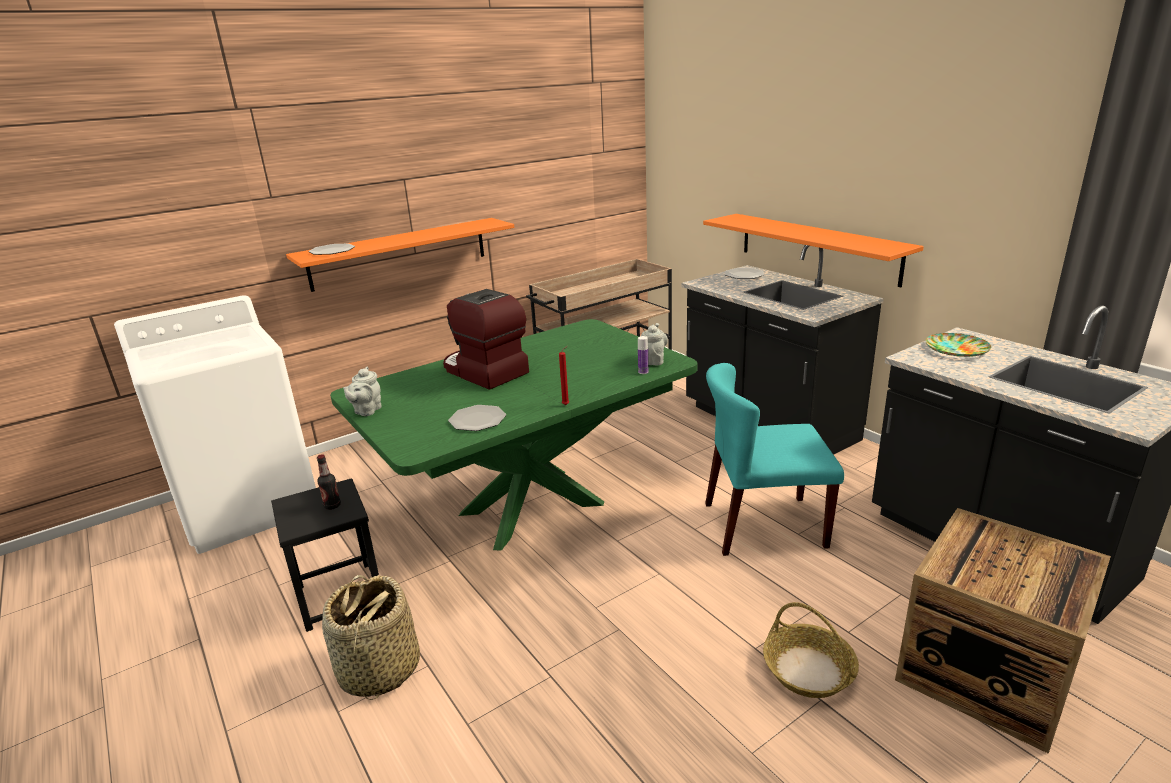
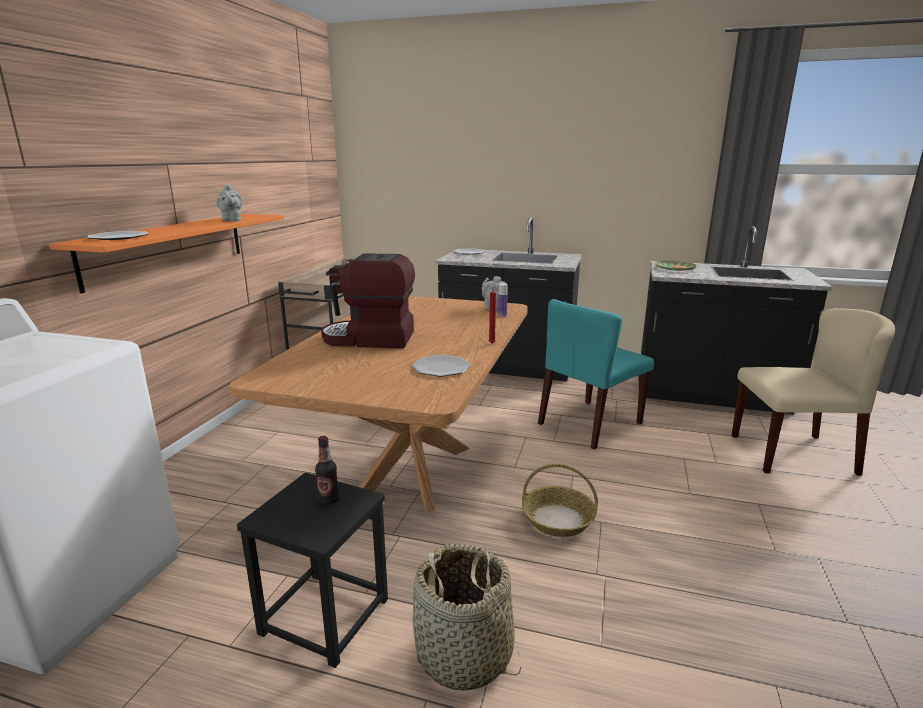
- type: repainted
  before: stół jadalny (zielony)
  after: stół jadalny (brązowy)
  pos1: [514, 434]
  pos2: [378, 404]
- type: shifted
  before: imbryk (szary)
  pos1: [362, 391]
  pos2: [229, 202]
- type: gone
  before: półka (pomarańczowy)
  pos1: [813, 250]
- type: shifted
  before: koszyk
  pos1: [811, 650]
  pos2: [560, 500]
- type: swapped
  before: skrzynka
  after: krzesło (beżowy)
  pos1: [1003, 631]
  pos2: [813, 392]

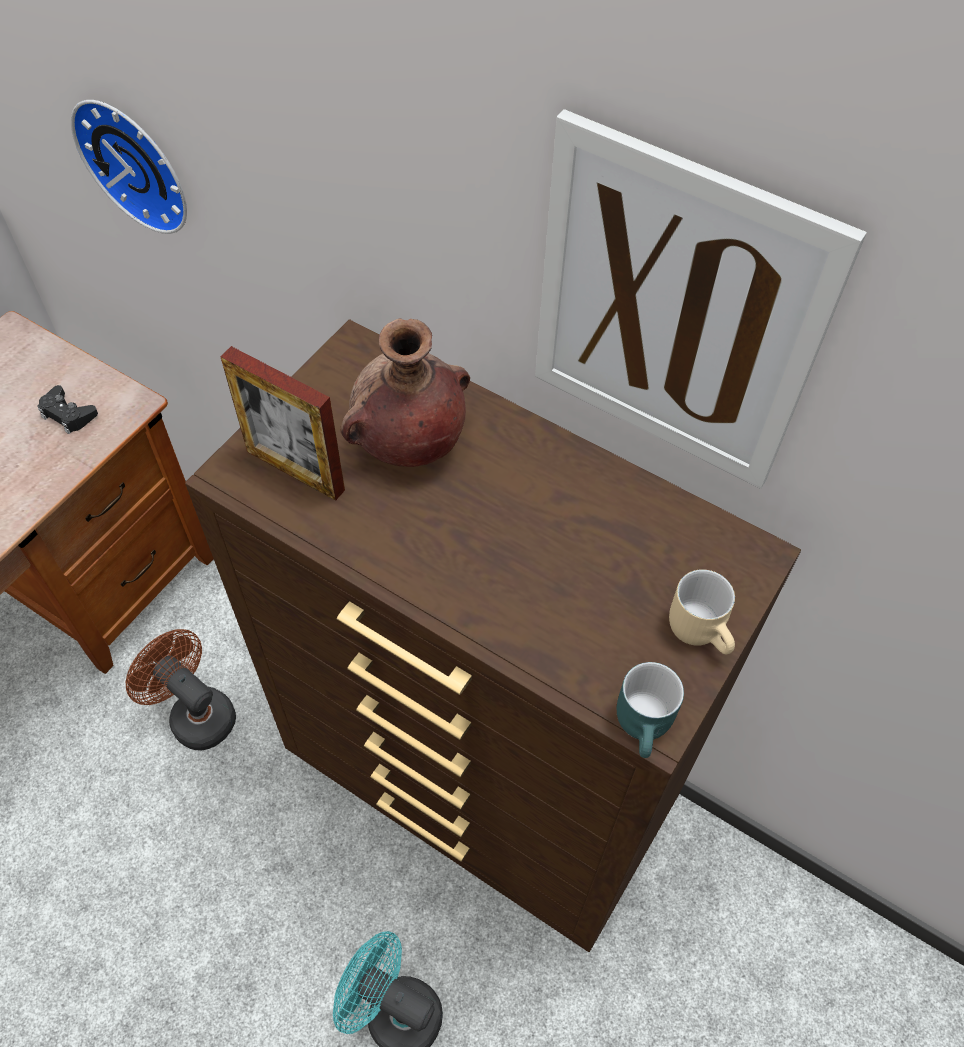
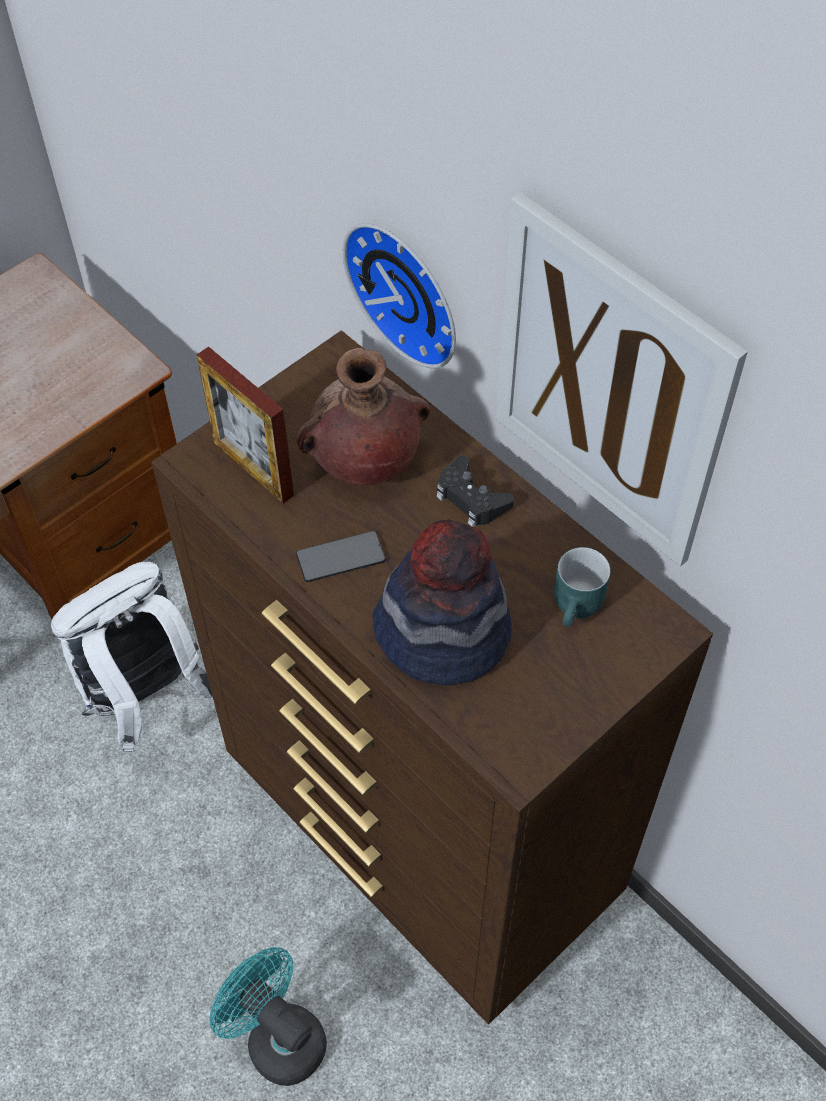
- type: shifted
  before: pad do gier (czarny)
  pos1: [67, 409]
  pos2: [475, 491]
- type: shifted
  before: zegar ścienny
  pos1: [129, 167]
  pos2: [399, 295]
- type: swapped
  before: wentylator (brązowy)
  after: plecak (biały)
  pos1: [181, 690]
  pos2: [132, 658]
- type: shifted
  before: kubek (turkusowy)
  pos1: [650, 710]
  pos2: [582, 587]
- type: gone
  before: kubek (beżowy)
  pos1: [702, 611]
- type: new
  after: telefon
  pos2: [341, 556]
- type: new
  after: kapelusz
  pos2: [442, 602]

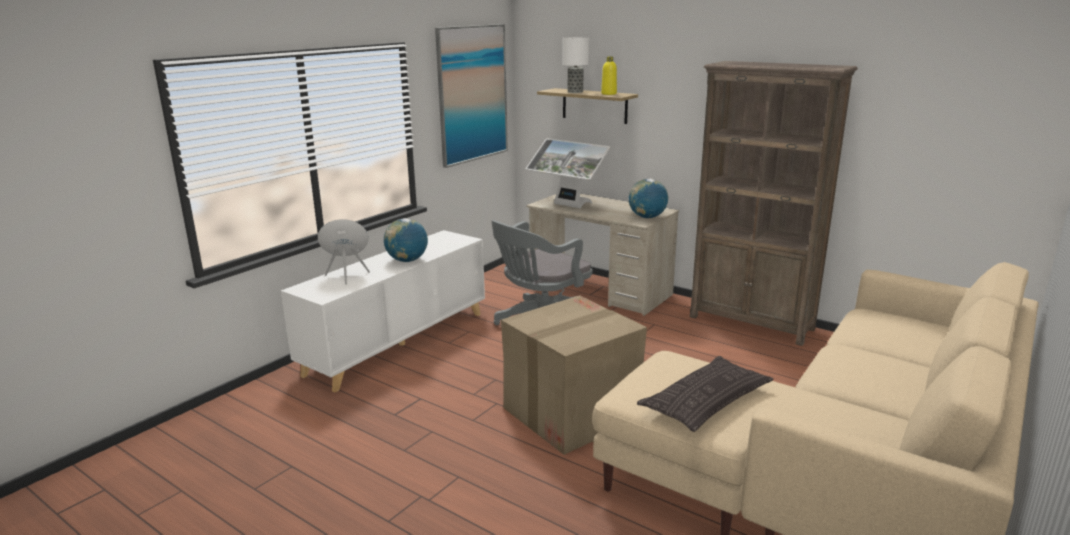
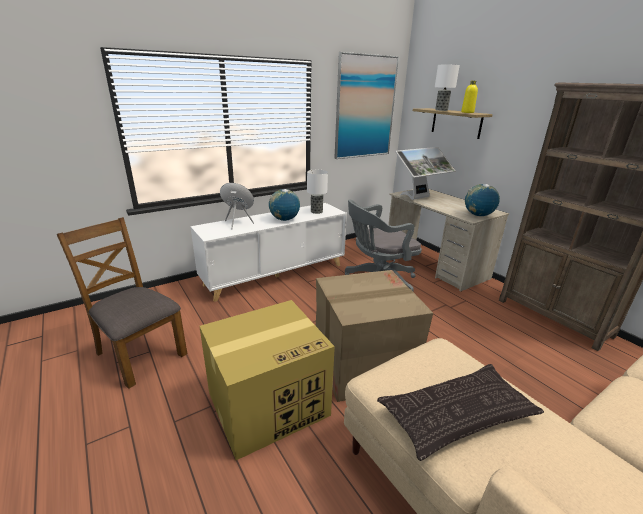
- type: rotated
  before: monitor
  pos1: [568, 173]
  pos2: [426, 173]
  turn: -90
- type: new
  after: krzesło (brązowy)
  pos2: [122, 303]
- type: new
  after: karton
  pos2: [267, 380]
- type: new
  after: lampa stołowa
  pos2: [317, 192]

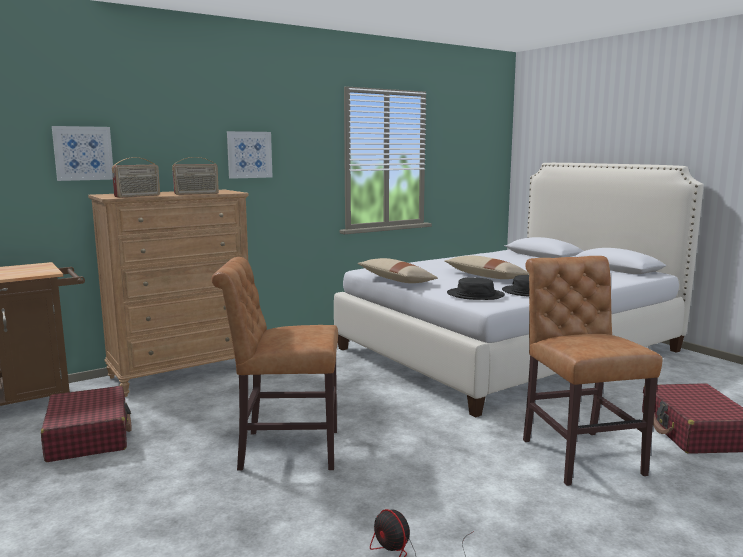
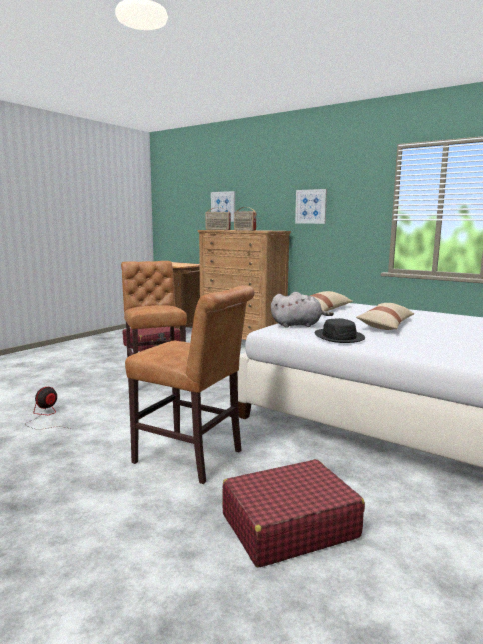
- type: swapped
  before: kapelusz (czarny)
  after: pluszak (szary)
  pos1: [476, 288]
  pos2: [302, 310]
- type: rotated
  before: krzesło (brązowy)
  pos1: [593, 371]
  pos2: [189, 384]
  turn: 60

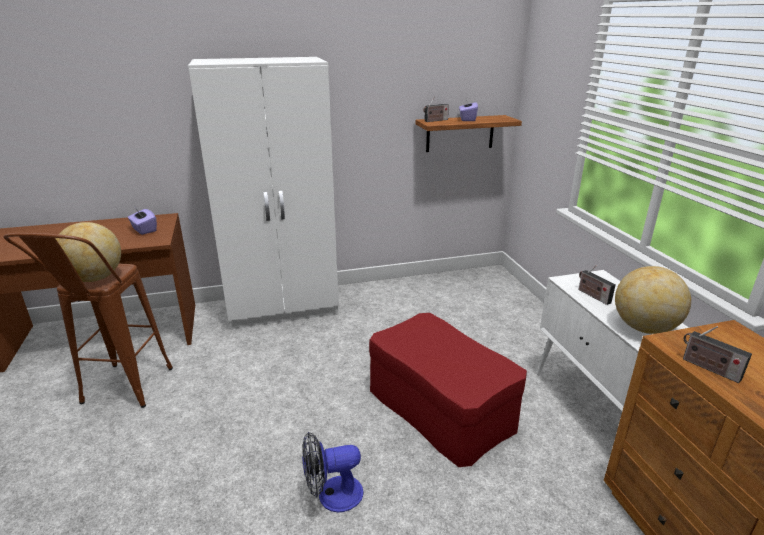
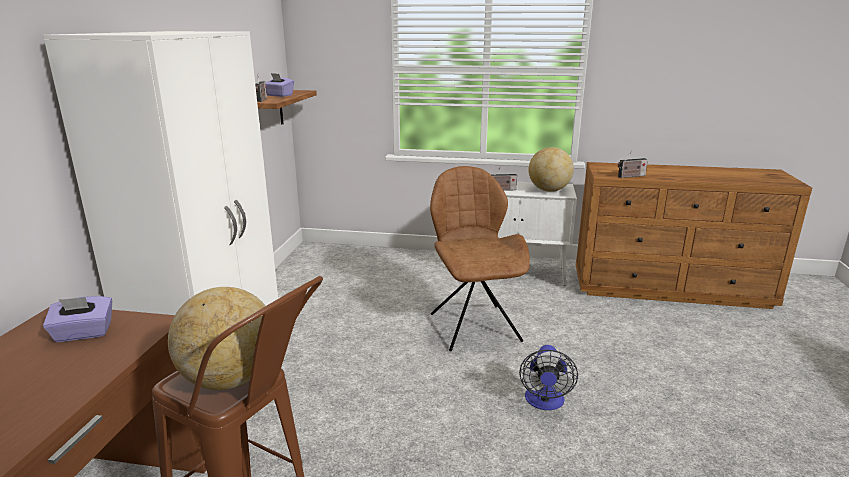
- type: swapped
  before: pufa (czerwony)
  after: krzesło (brązowy)
  pos1: [448, 390]
  pos2: [480, 258]

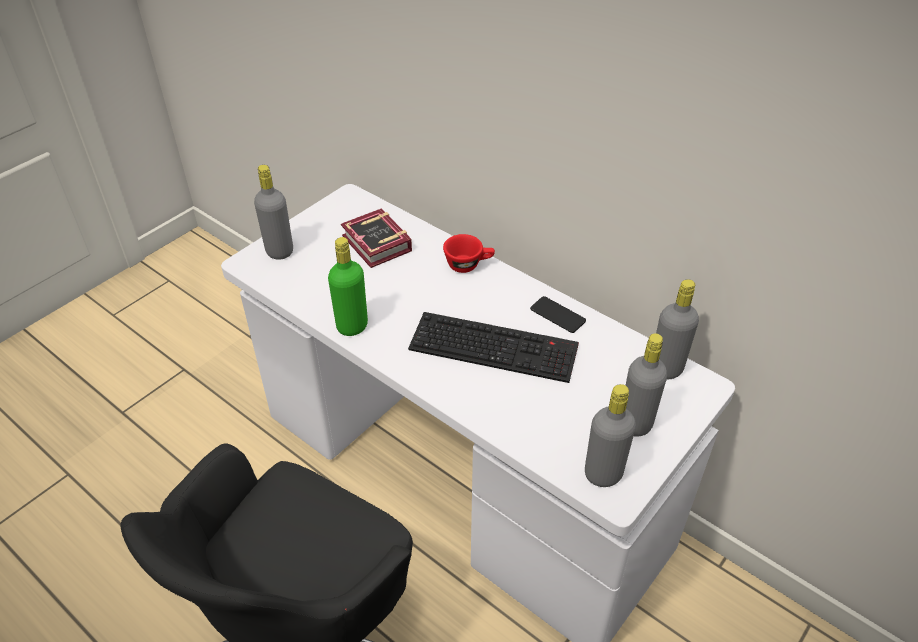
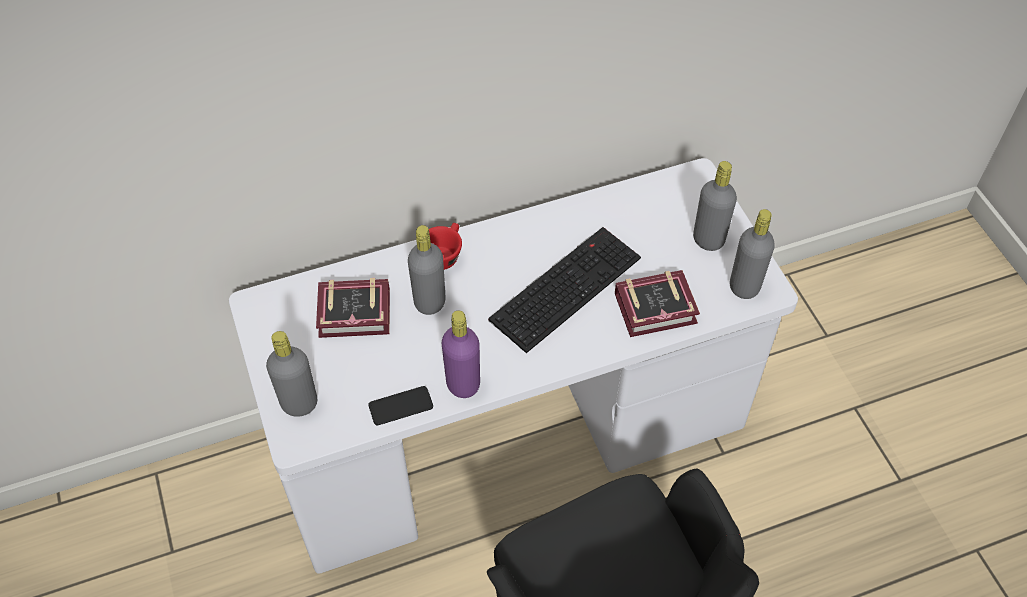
- type: repainted
  before: butelka (zielony)
  after: butelka (fioletowy)
  pos1: [348, 286]
  pos2: [461, 354]
- type: shifted
  before: telefon
  pos1: [558, 314]
  pos2: [401, 405]
- type: shifted
  before: butelka (szary)
  pos1: [677, 329]
  pos2: [427, 270]
- type: new
  after: książka
  pos2: [657, 303]

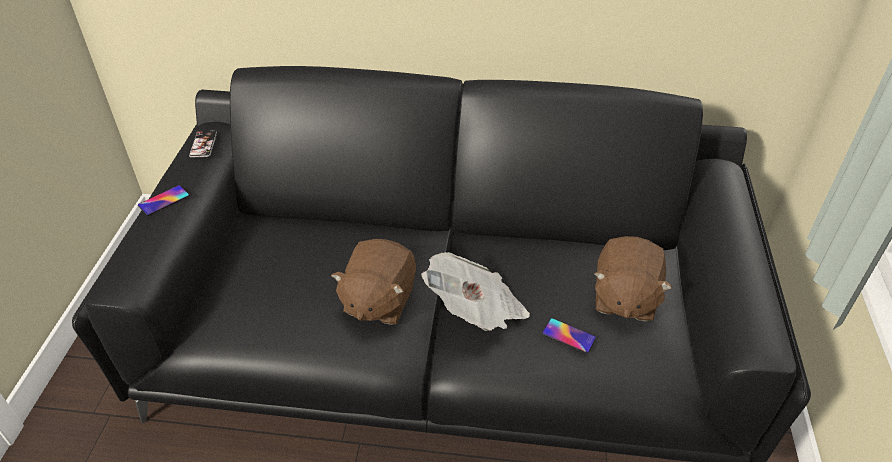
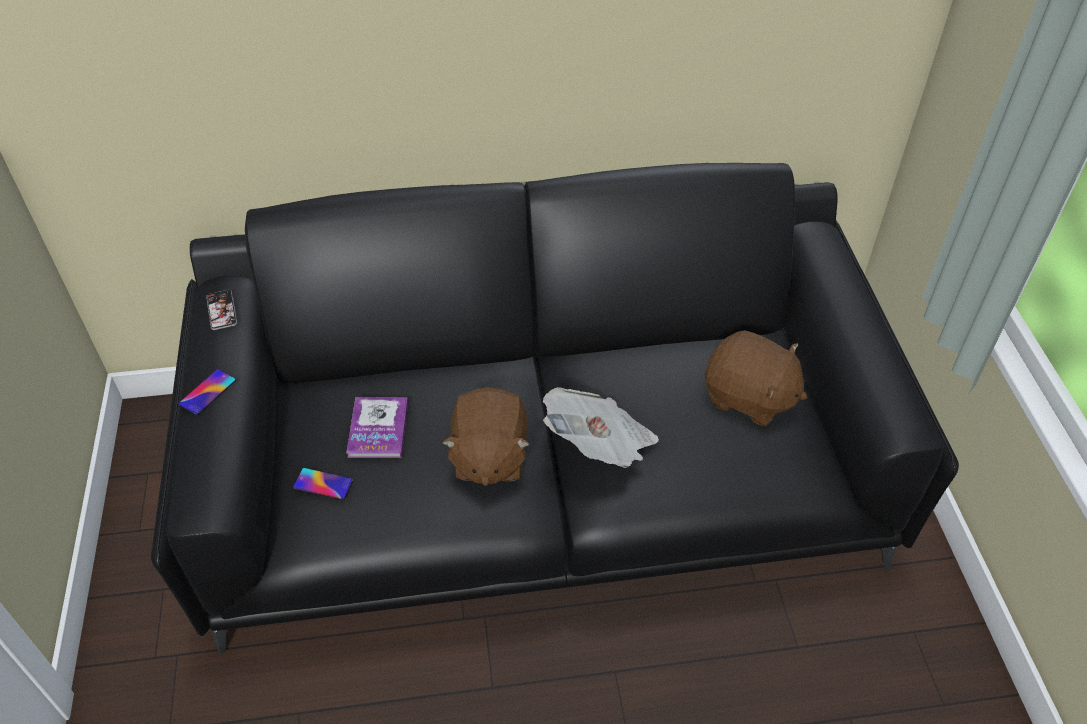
- type: shifted
  before: telefon
  pos1: [569, 335]
  pos2: [323, 484]
- type: rotated
  before: pluszak (brązowy)
  pos1: [633, 278]
  pos2: [756, 378]
  turn: -60
- type: new
  after: książka
  pos2: [377, 427]

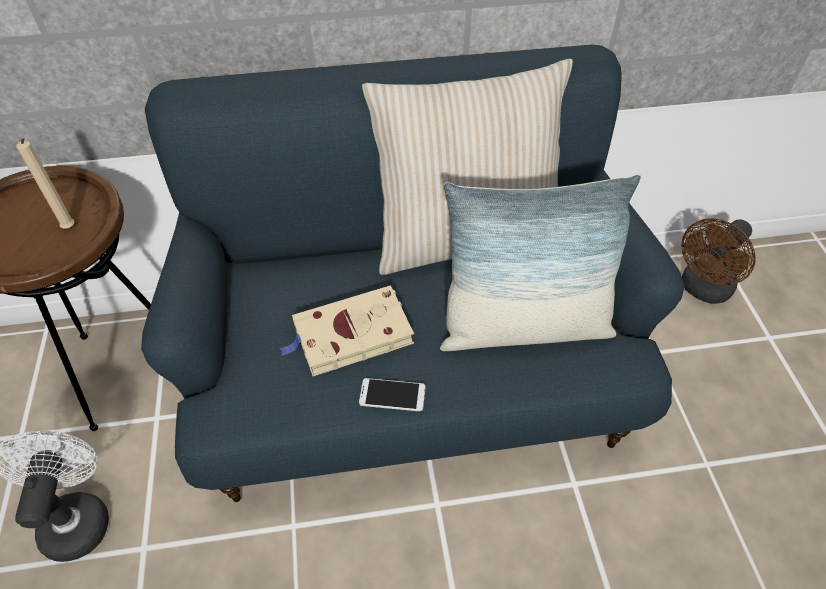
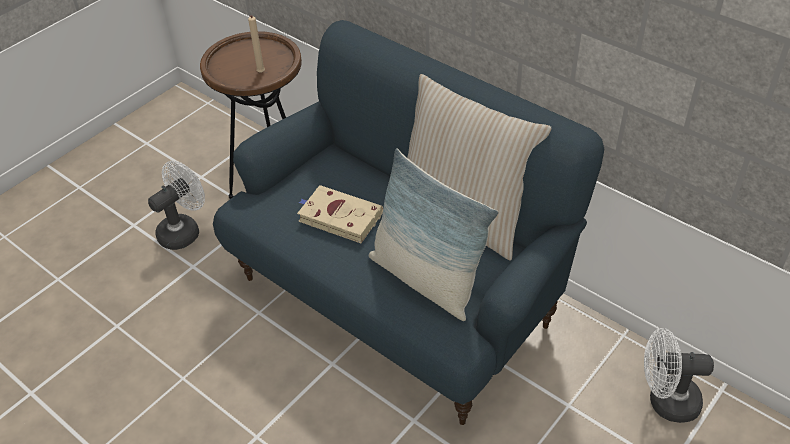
- type: gone
  before: telefon
  pos1: [392, 395]
- type: repainted
  before: wentylator (brązowy)
  after: wentylator (biały)
  pos1: [719, 261]
  pos2: [679, 375]

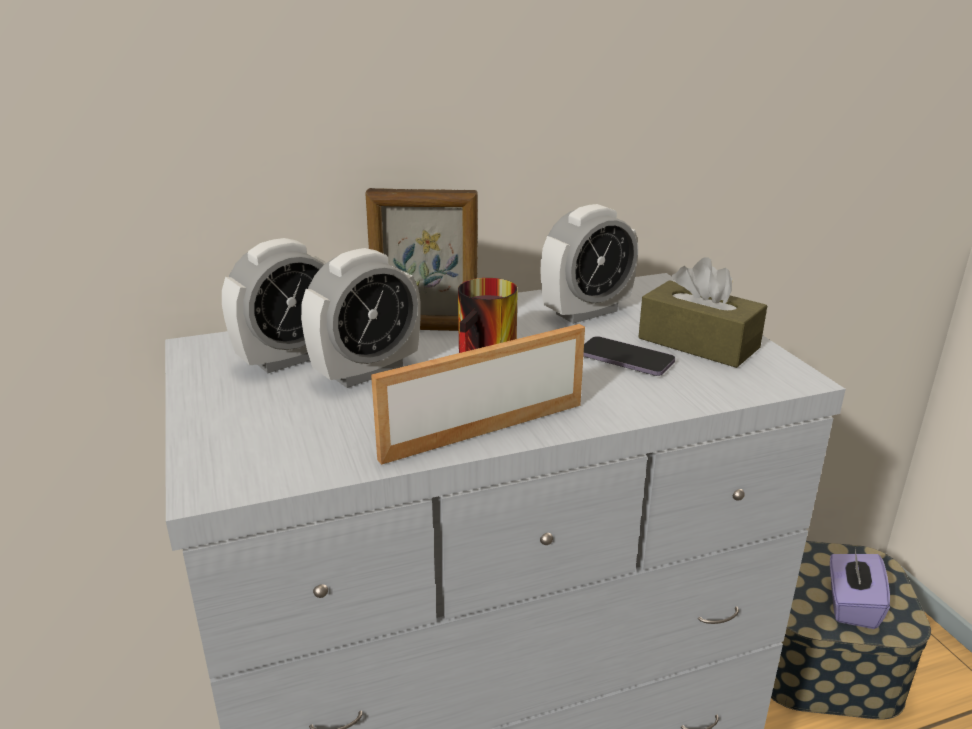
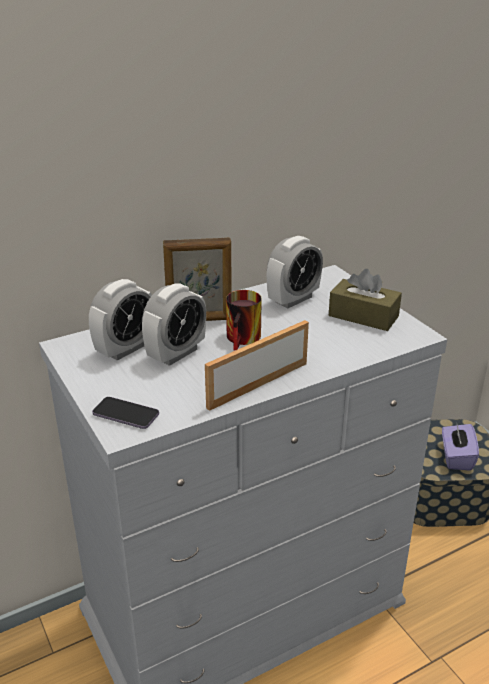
- type: shifted
  before: telefon
  pos1: [629, 356]
  pos2: [125, 413]

